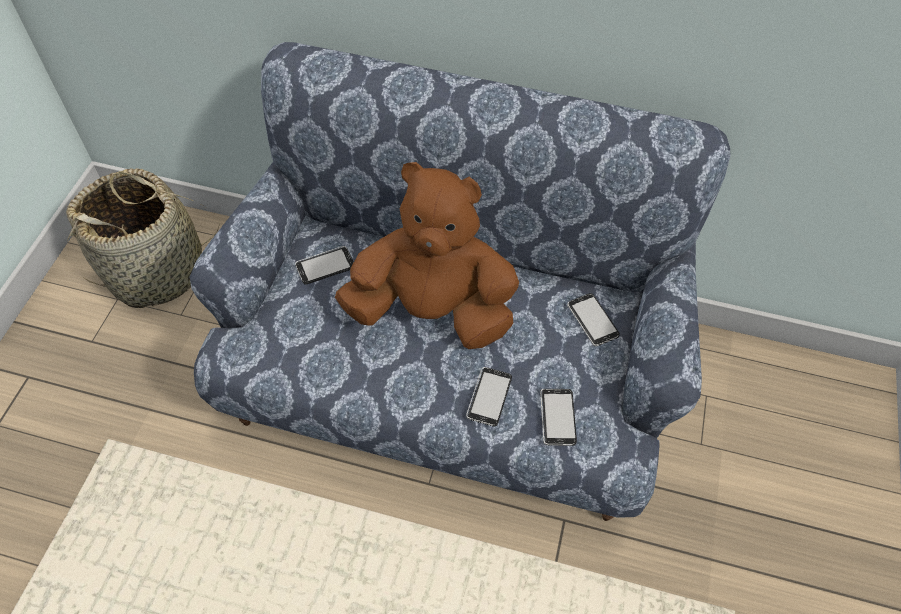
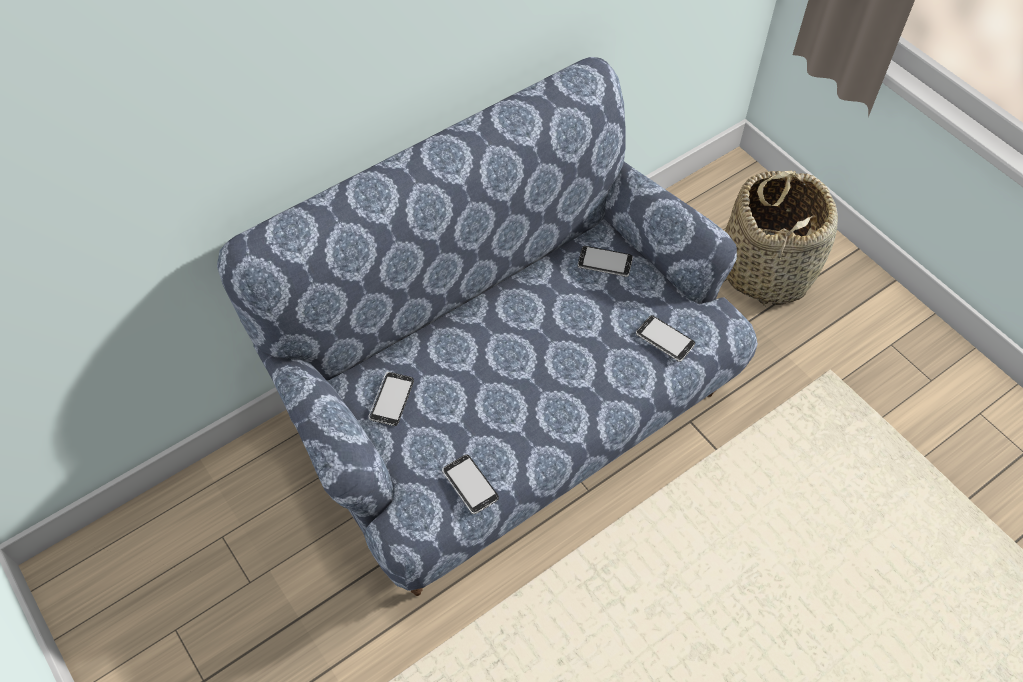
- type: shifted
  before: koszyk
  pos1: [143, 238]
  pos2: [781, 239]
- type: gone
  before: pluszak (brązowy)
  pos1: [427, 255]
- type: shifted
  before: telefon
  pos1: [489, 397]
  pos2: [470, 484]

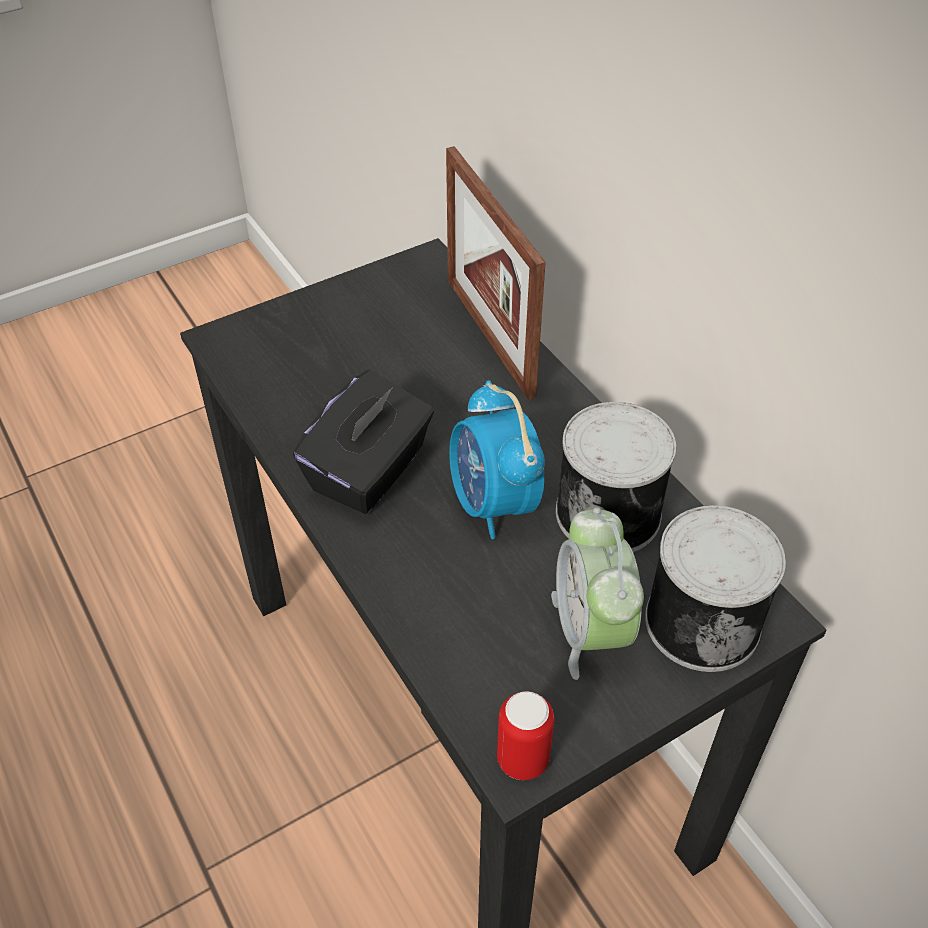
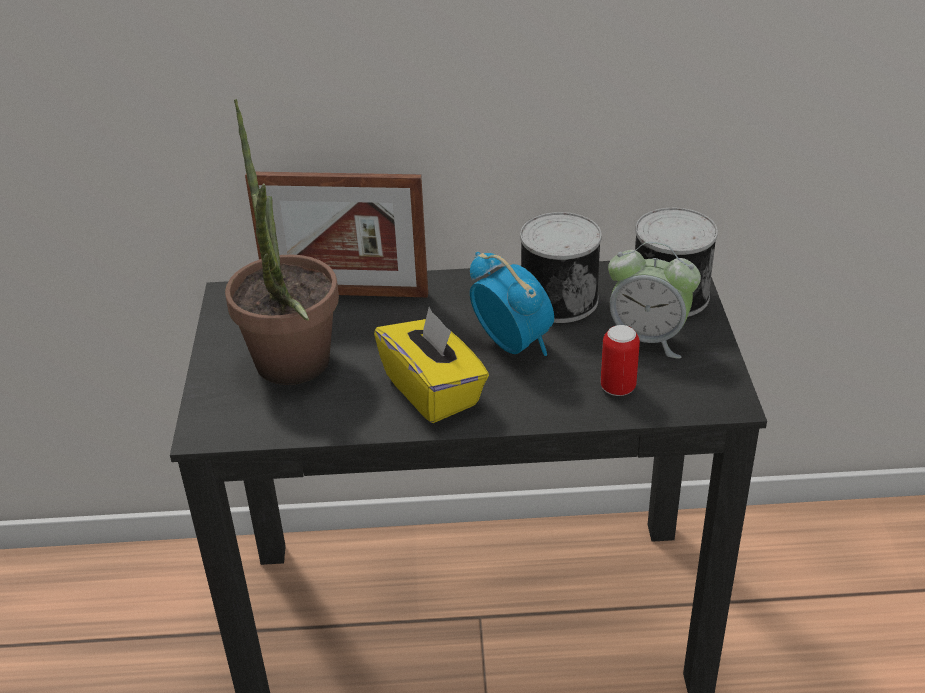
- type: repainted
  before: pudełko chusteczek (czarny)
  after: pudełko chusteczek (żółty)
  pos1: [363, 442]
  pos2: [431, 365]
- type: rotated
  before: budzik
  pos1: [497, 459]
  pos2: [512, 304]
  turn: -135
- type: shifted
  before: puszka
  pos1: [525, 735]
  pos2: [620, 360]
- type: new
  after: roślina doniczkowa
  pos2: [282, 242]

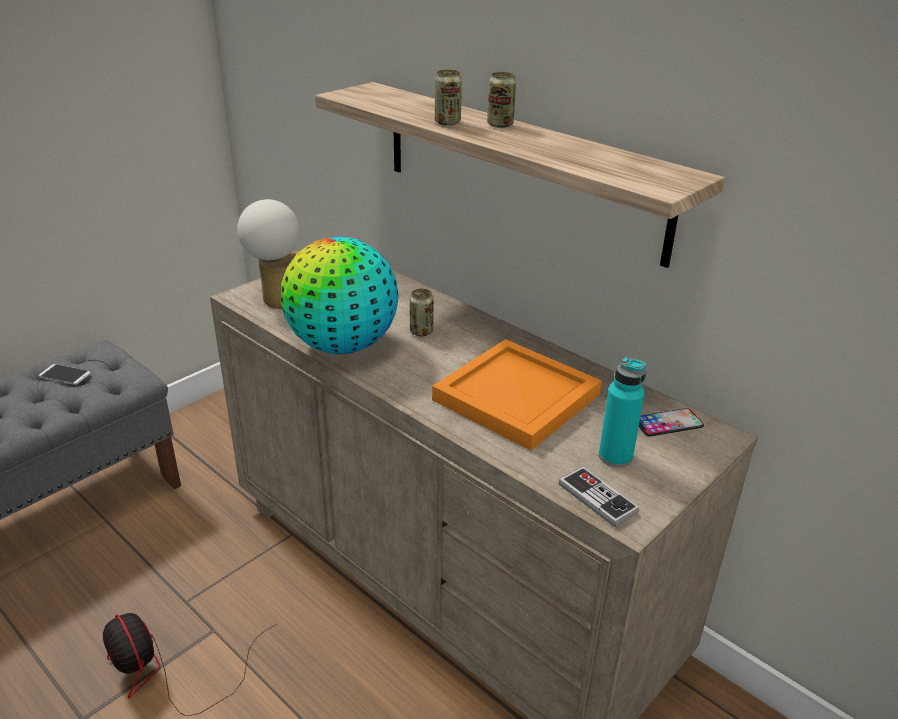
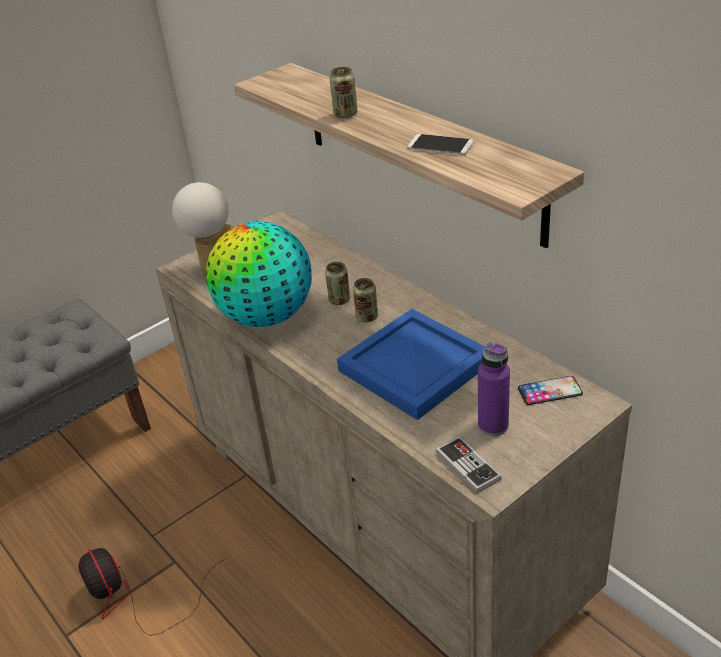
- type: shifted
  before: telefon
  pos1: [65, 374]
  pos2: [440, 144]
- type: repainted
  before: taca (pomarańczowy)
  after: taca (niebieski)
  pos1: [517, 395]
  pos2: [411, 364]
- type: shifted
  before: puszka
  pos1: [501, 100]
  pos2: [365, 300]
- type: repainted
  before: butelka (turkusowy)
  after: butelka (fioletowy)
  pos1: [622, 412]
  pos2: [494, 389]

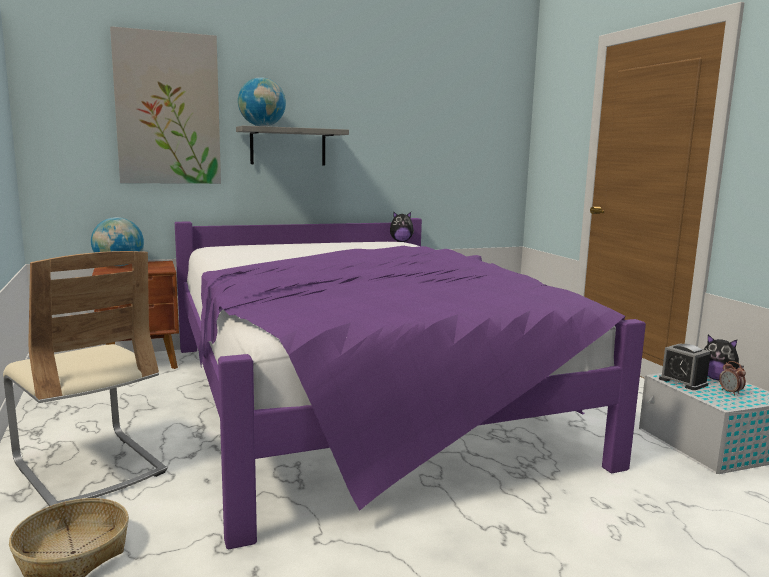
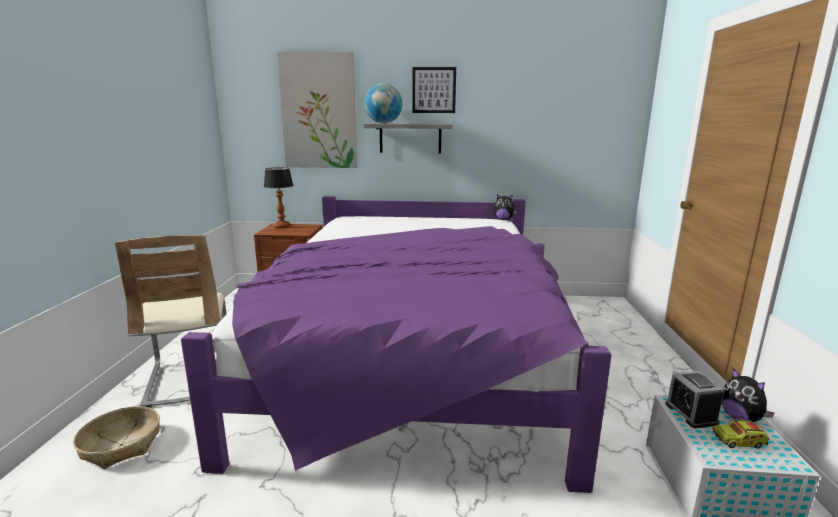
- type: swapped
  before: globus
  after: lampa stołowa
  pos1: [117, 241]
  pos2: [279, 198]
- type: swapped
  before: budzik
  after: ciężarówka zabawkowa
  pos1: [732, 378]
  pos2: [741, 433]
- type: new
  after: obraz
  pos2: [434, 90]

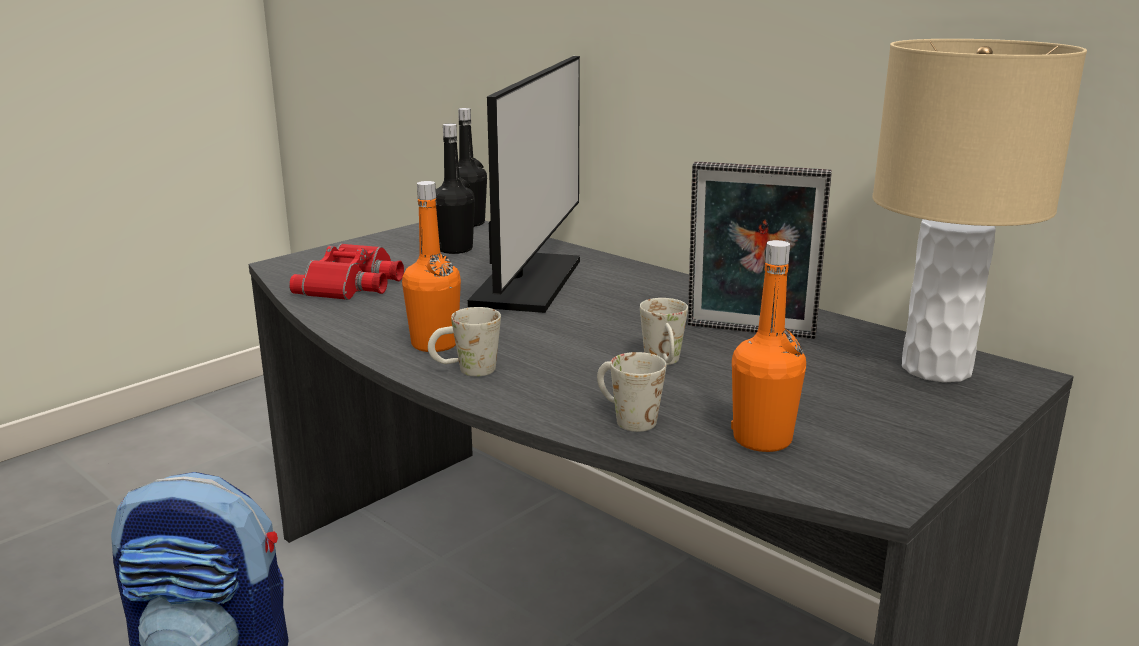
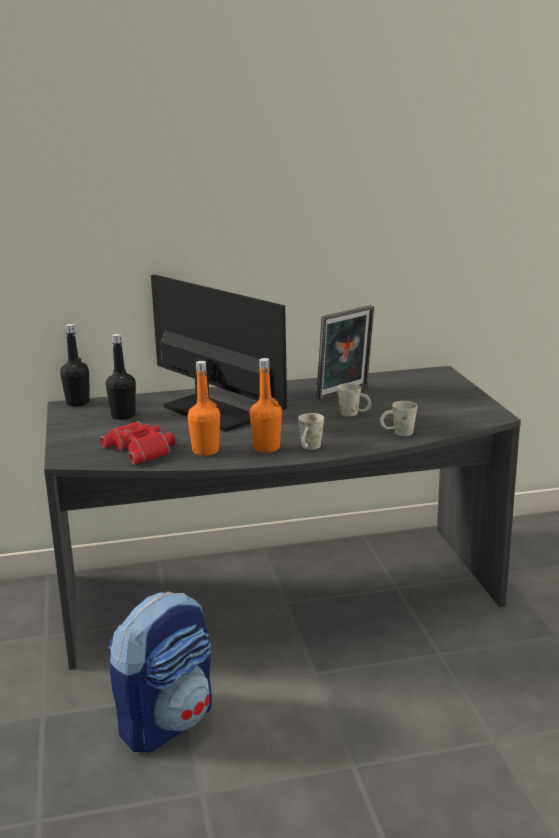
- type: shifted
  before: butelka (pomarańczowy)
  pos1: [768, 346]
  pos2: [203, 408]
- type: gone
  before: lampa stołowa (beżowy)
  pos1: [979, 211]

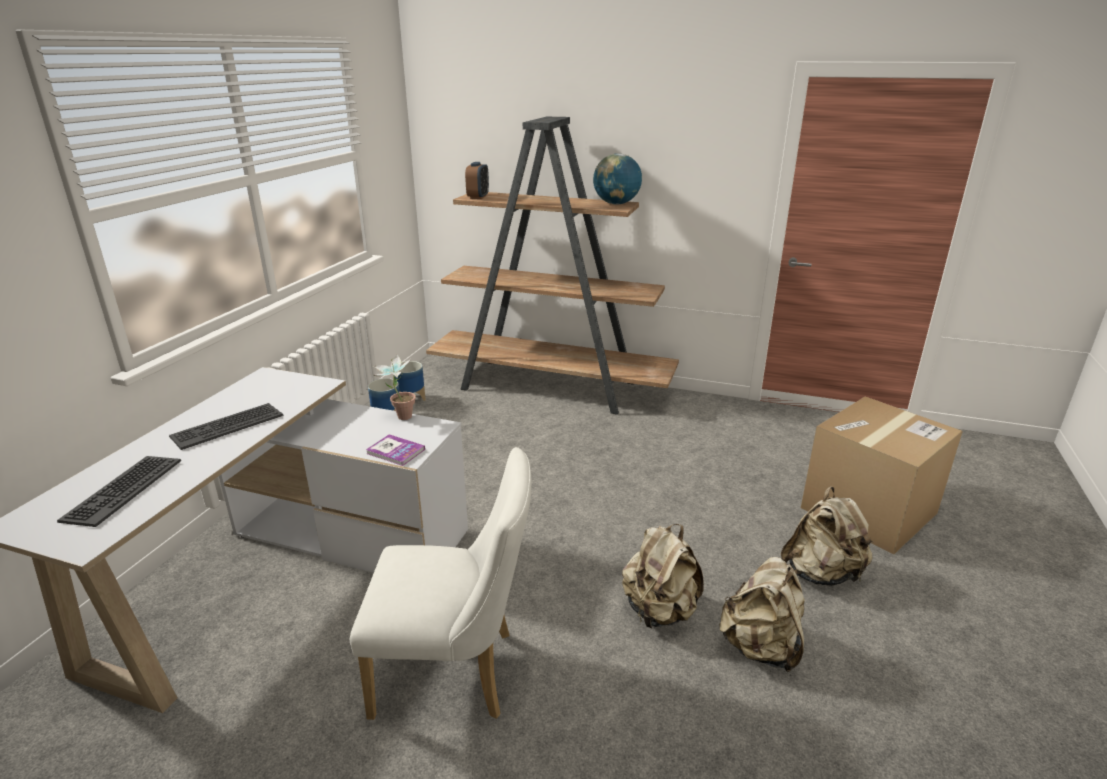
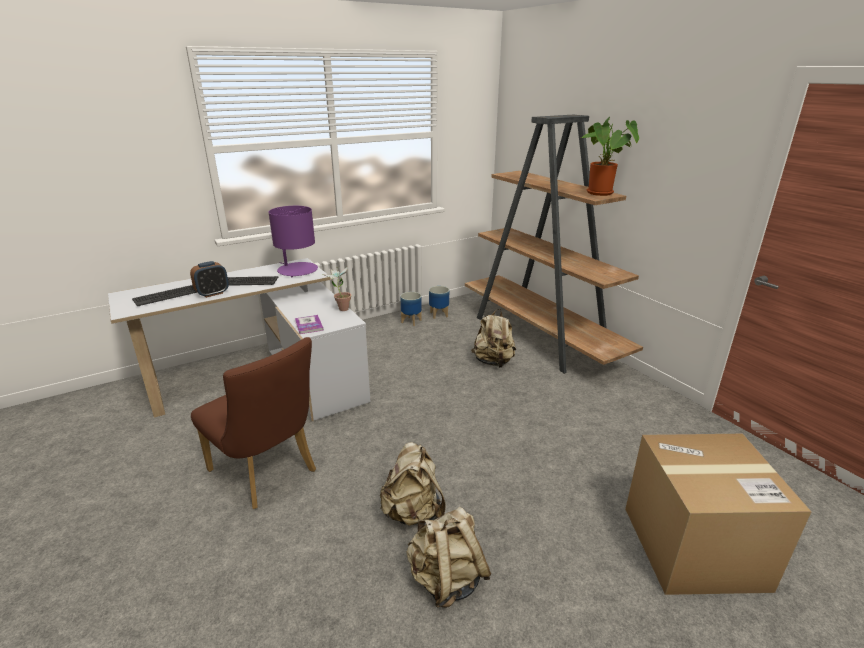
- type: repainted
  before: krzesło (biały)
  after: krzesło (brązowy)
  pos1: [441, 583]
  pos2: [253, 423]
- type: shifted
  before: budzik
  pos1: [477, 180]
  pos2: [209, 279]
- type: swapped
  before: globus
  after: roślina doniczkowa
  pos1: [617, 178]
  pos2: [610, 156]
- type: shifted
  before: plecak (beżowy)
  pos1: [827, 536]
  pos2: [493, 338]
- type: new
  after: lampa stołowa (fioletowy)
  pos2: [293, 241]

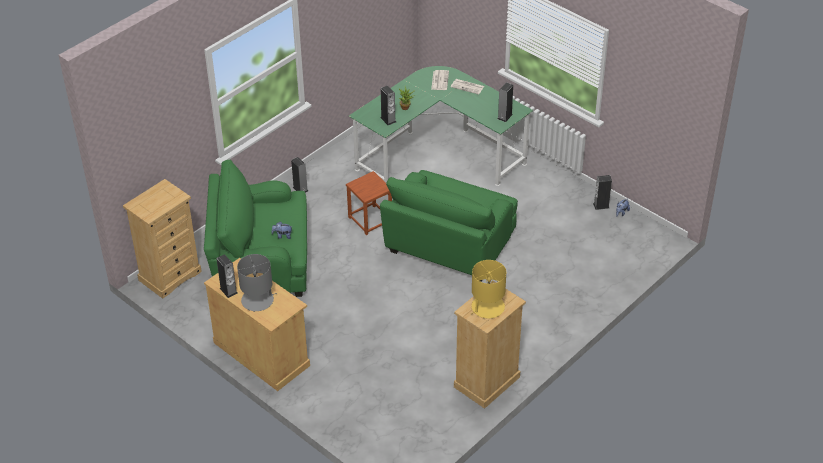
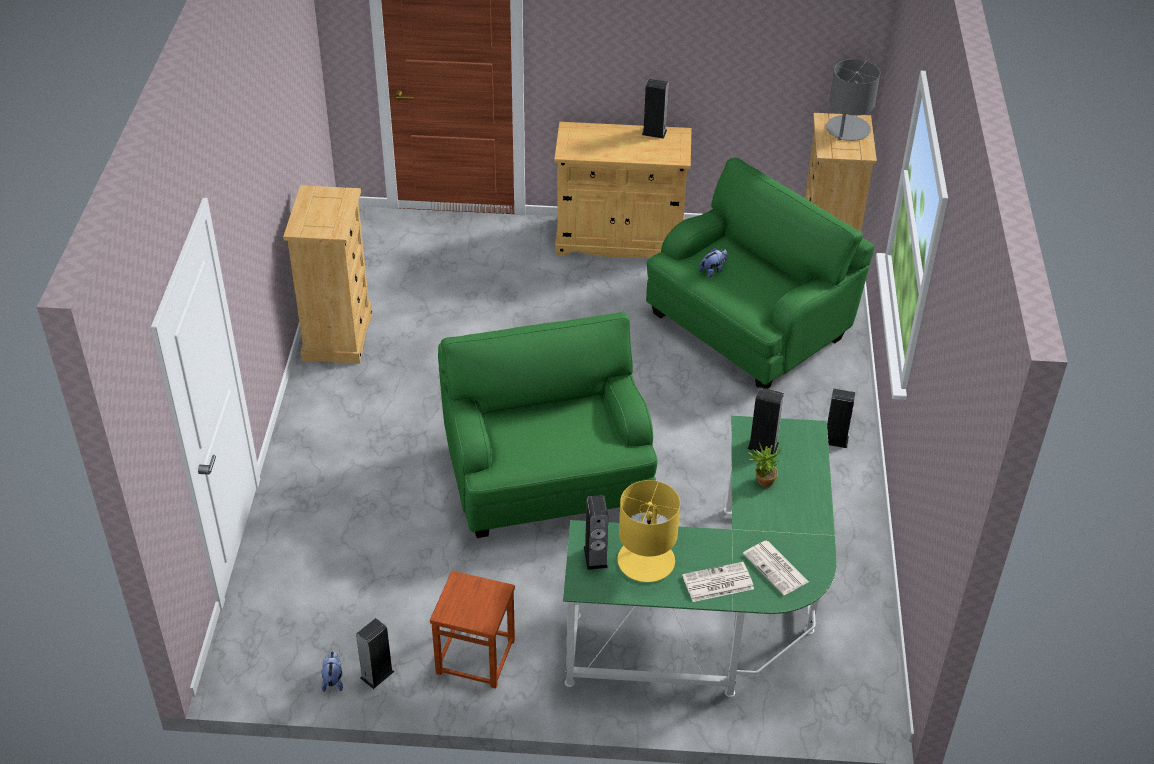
- type: shifted
  before: lampa stołowa (szary)
  pos1: [257, 283]
  pos2: [853, 100]
- type: shifted
  before: stołek (brązowy)
  pos1: [369, 203]
  pos2: [472, 630]
- type: shifted
  before: lampa stołowa (żółty)
  pos1: [488, 289]
  pos2: [648, 531]

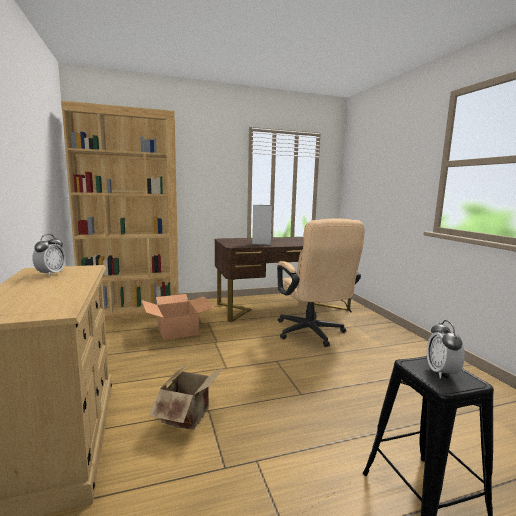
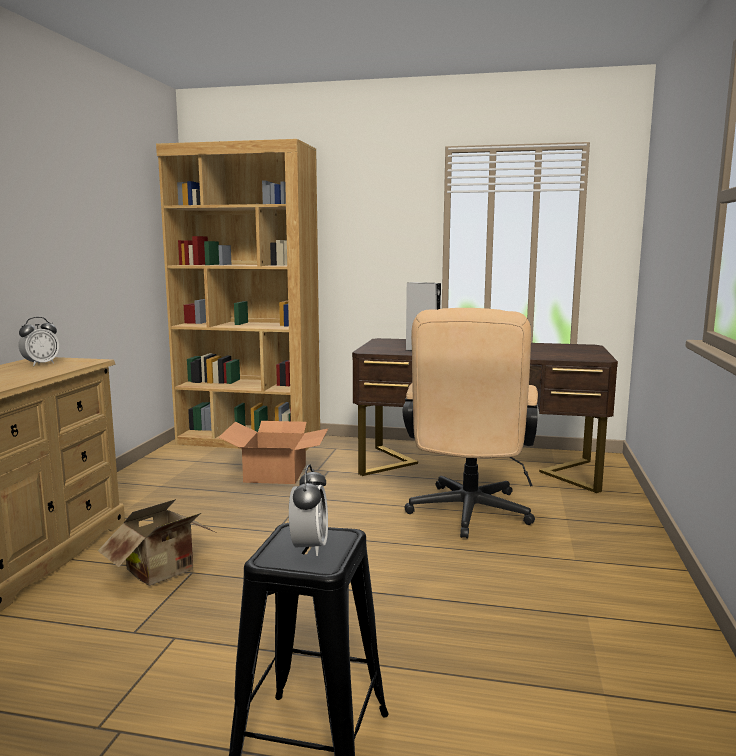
- type: rotated
  before: budzik
  pos1: [446, 349]
  pos2: [308, 510]
  turn: 150

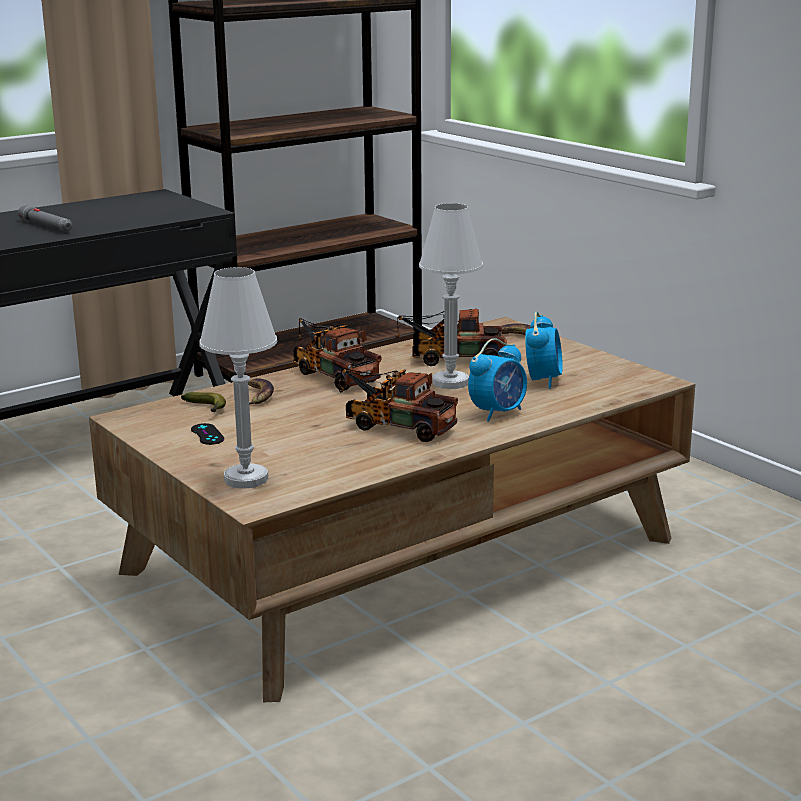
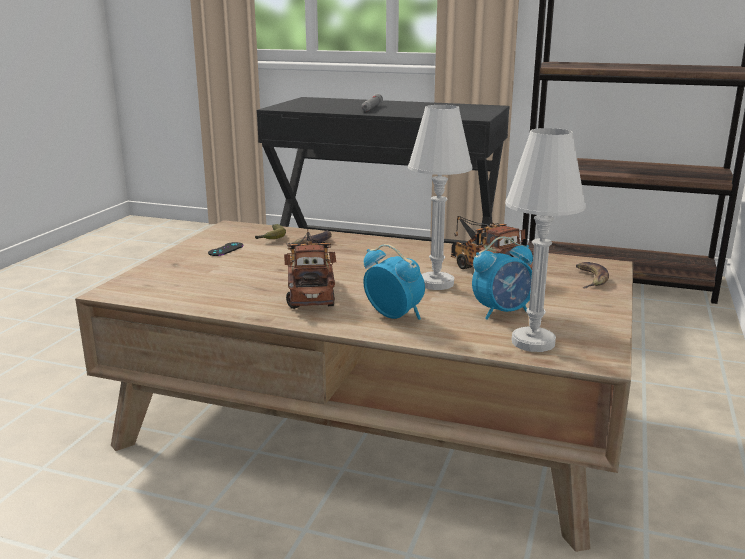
- type: shifted
  before: lampa stołowa (biały)
  pos1: [238, 378]
  pos2: [545, 240]
- type: gone
  before: ciężarówka zabawkowa
  pos1: [337, 354]
- type: rotated
  before: budzik
  pos1: [497, 380]
  pos2: [394, 282]
  turn: -150

